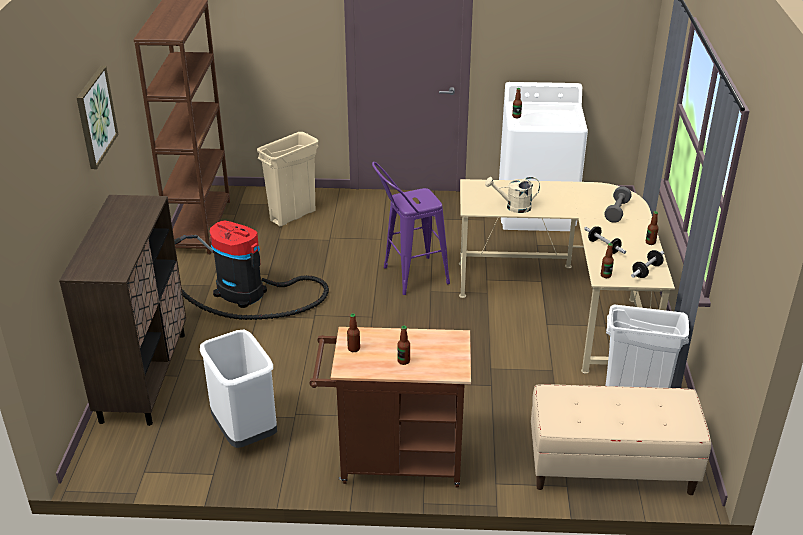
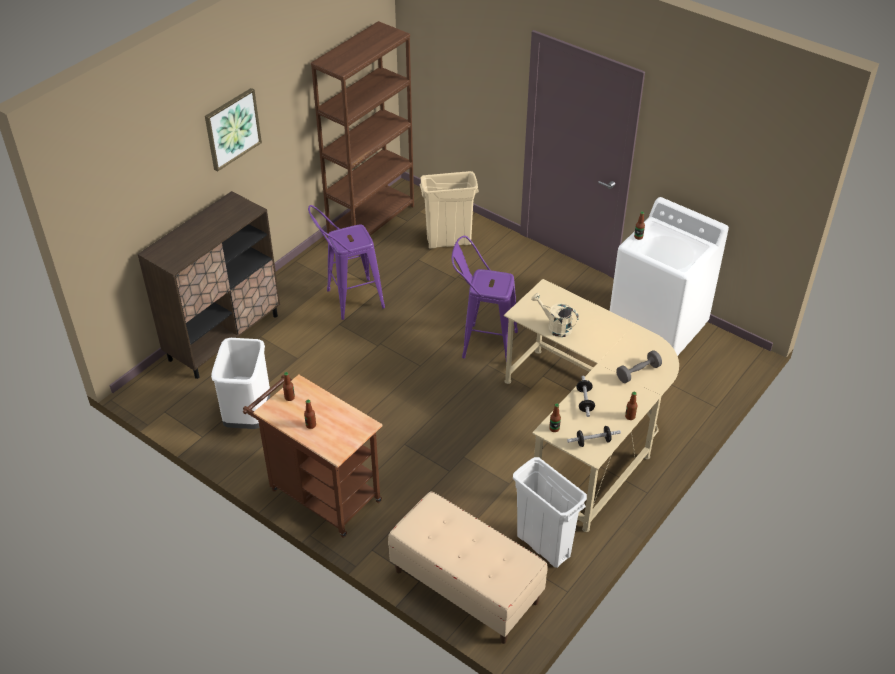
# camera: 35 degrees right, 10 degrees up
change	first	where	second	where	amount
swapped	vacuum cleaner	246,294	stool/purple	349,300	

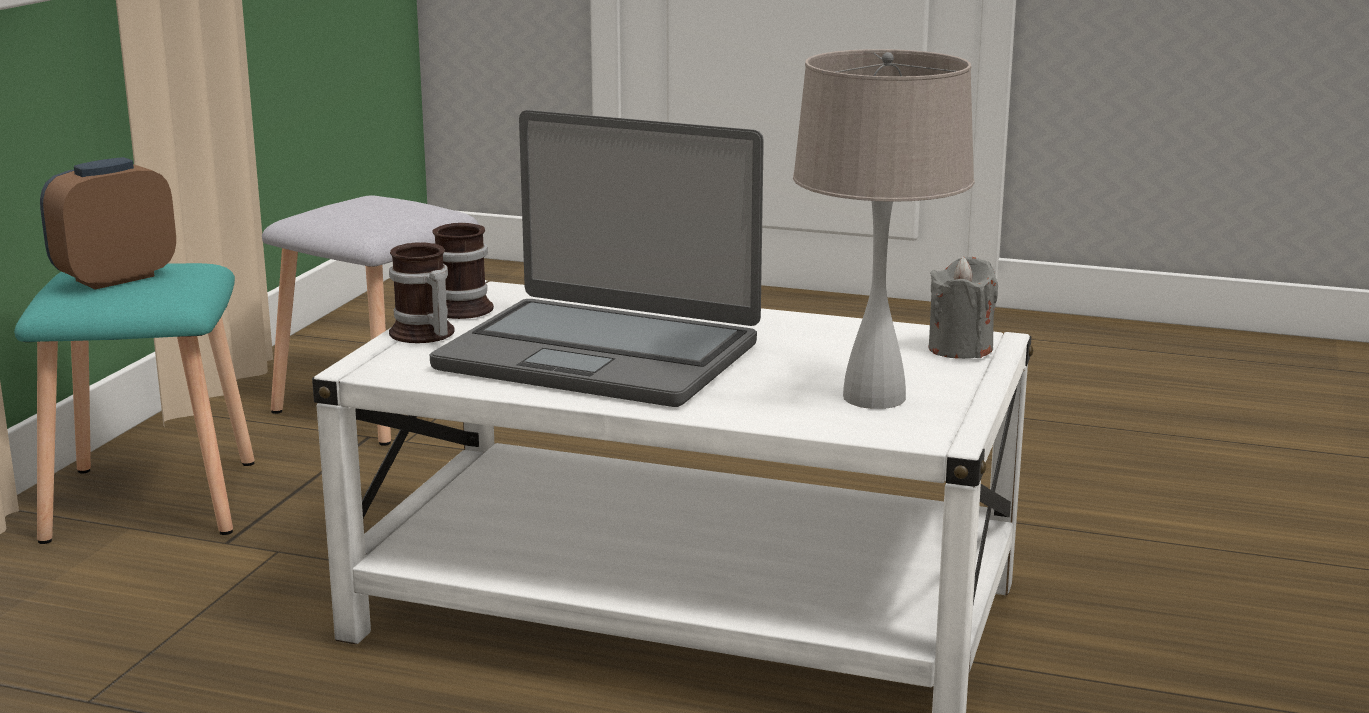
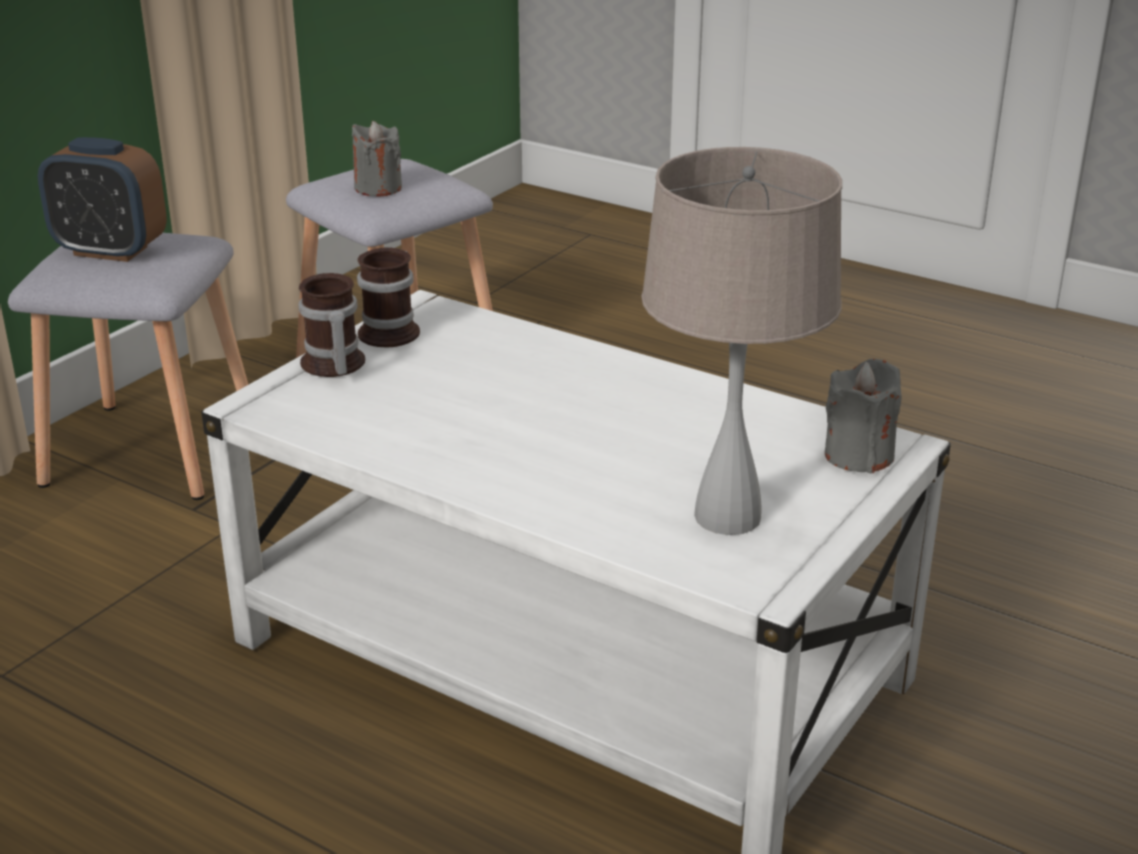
# camera: 15 degrees right, 10 degrees up
change	first	where	second	where	amount
gone	laptop	600,355			
rotated	alarm clock	115,278		110,251	135 degrees counterclockwise
repainted	stool/turquoise	150,499	stool/grey	151,448	
new			candle/grey	378,188	

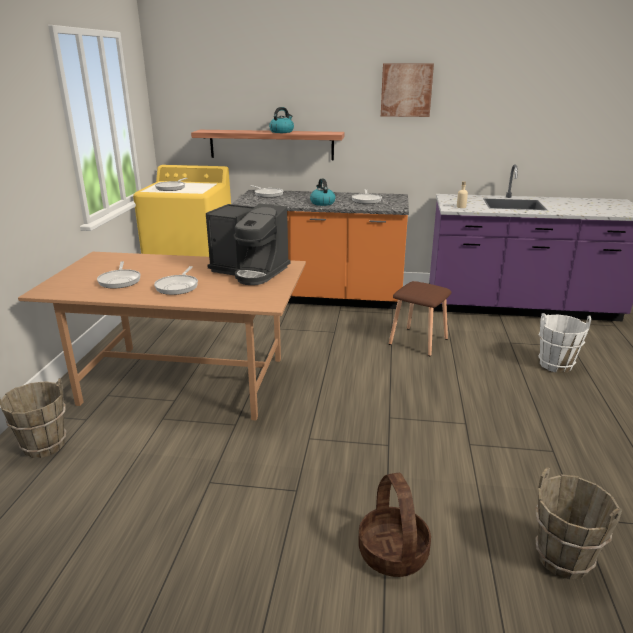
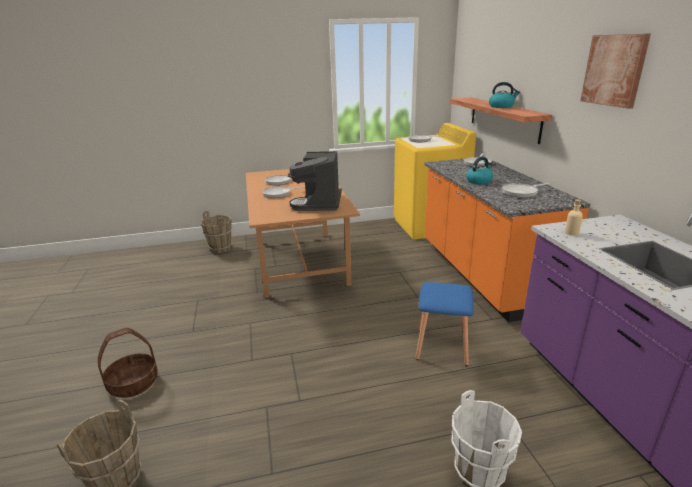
# camera: 70 degrees right, 0 degrees up
change	first	where	second	where	amount
repainted	stool/brown	417,341	stool/blue	441,346	

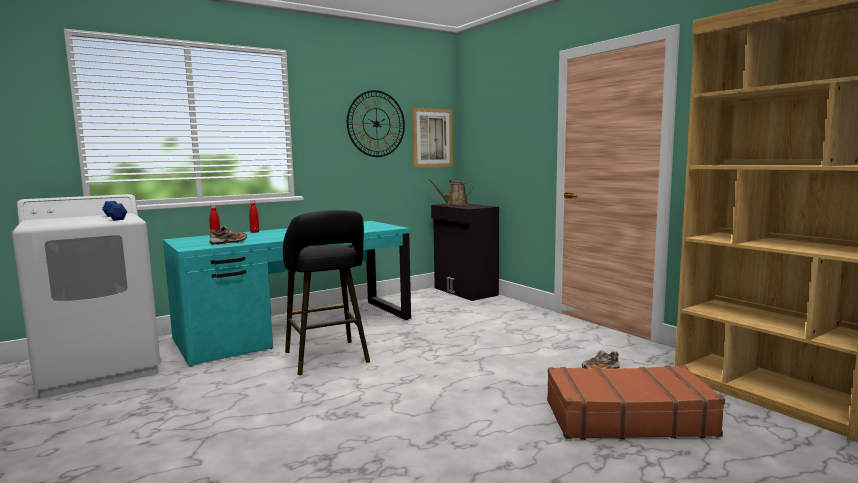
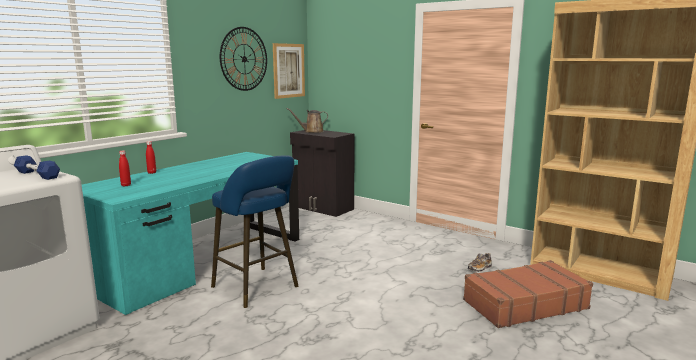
# camera: 20 degrees left, 5 degrees up
change	first	where	second	where	amount
repainted	stool/black	328,359	stool/blue	258,288	
gone	shoe	228,243			

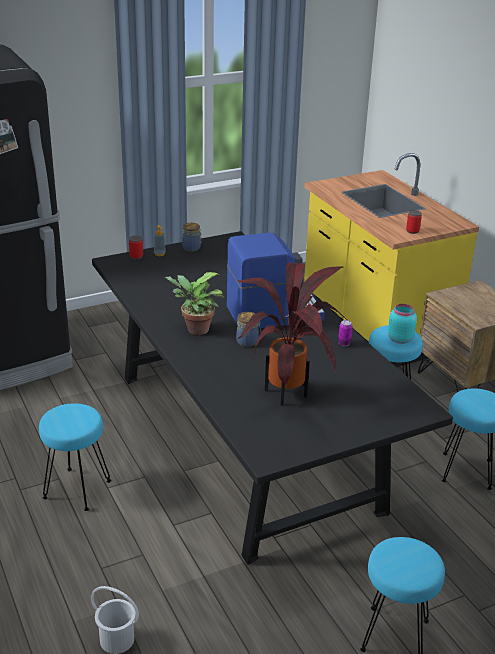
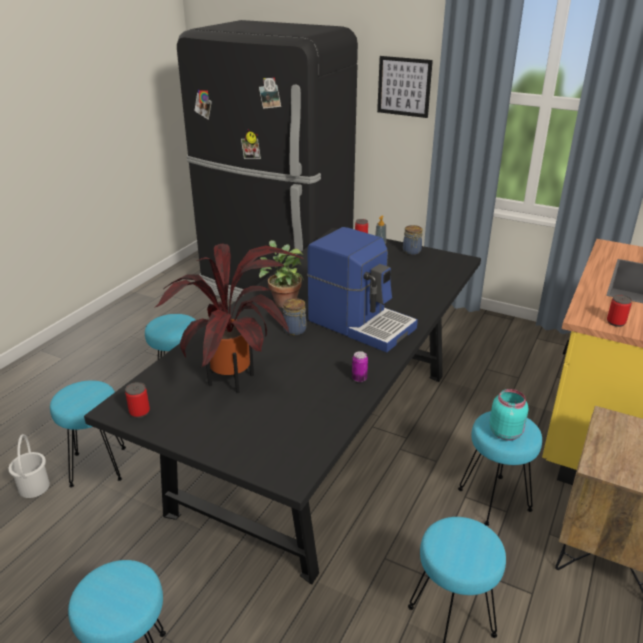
# camera: 55 degrees right, 0 degrees up
change	first	where	second	where	amount
new			picture	404,86	
new			stool/turquoise	98,465	
new			can	139,412	

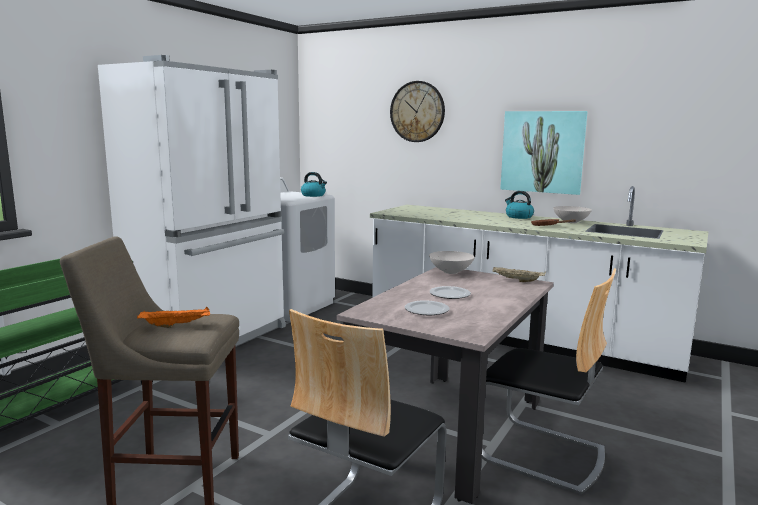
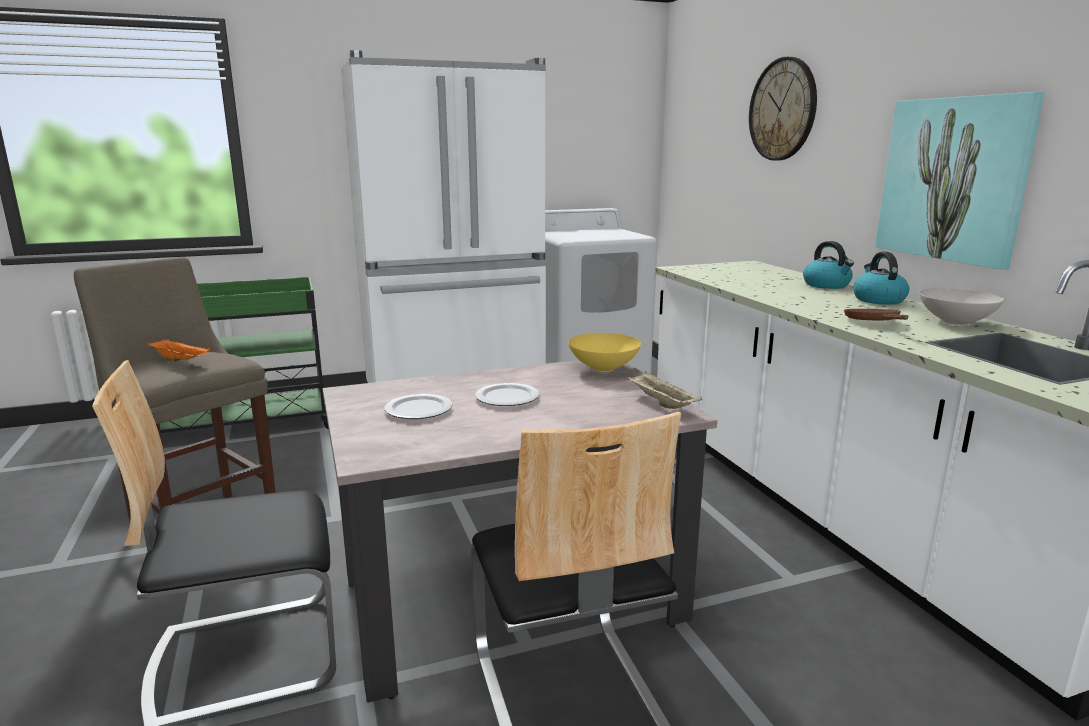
# camera: 40 degrees right, 5 degrees up
change	first	where	second	where	amount
shifted	kettle	313,195		827,285	
repainted	bowl/white	450,272	bowl/yellow	602,368	

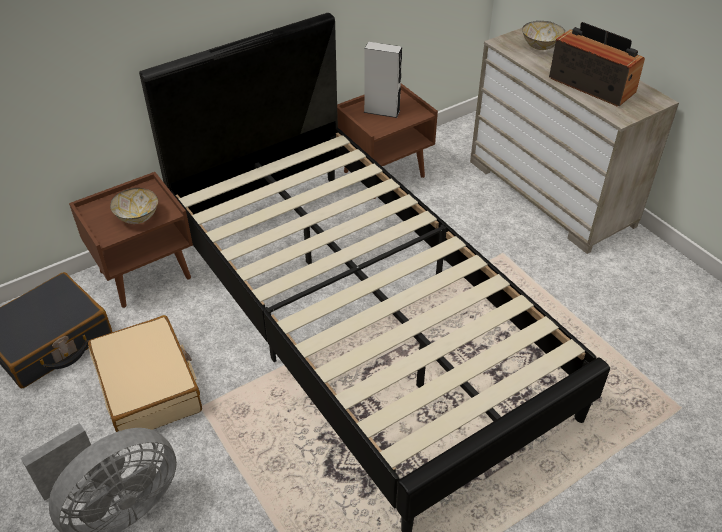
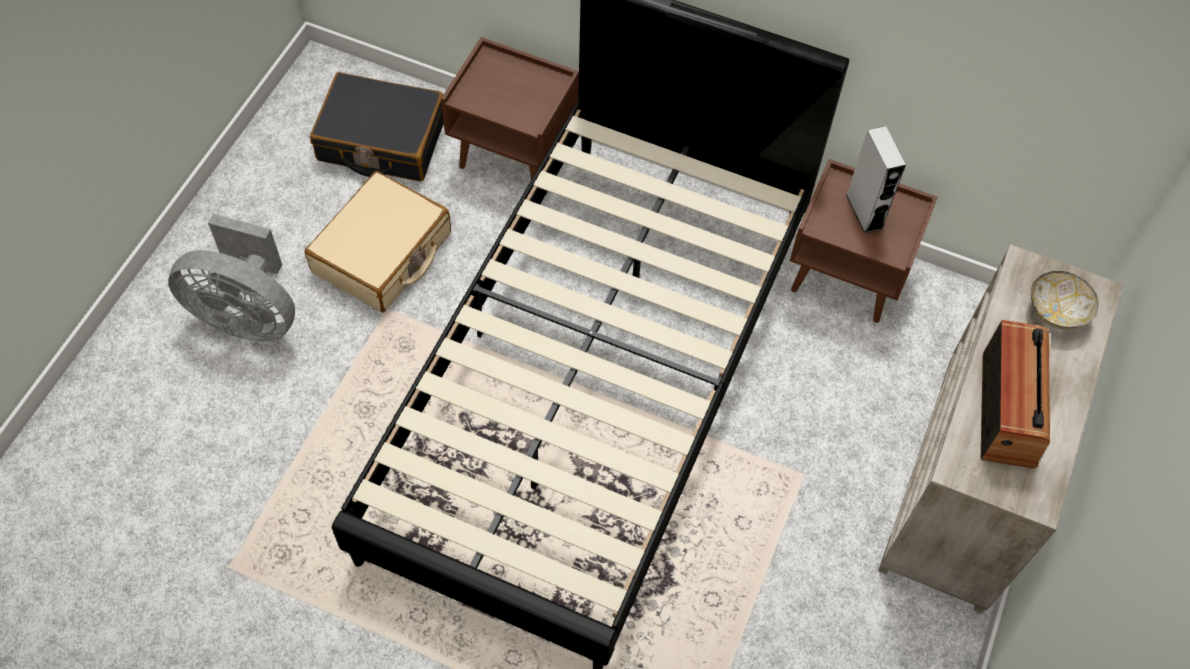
# camera: 55 degrees right, 15 degrees up
change	first	where	second	where	amount
gone	bowl	138,217			

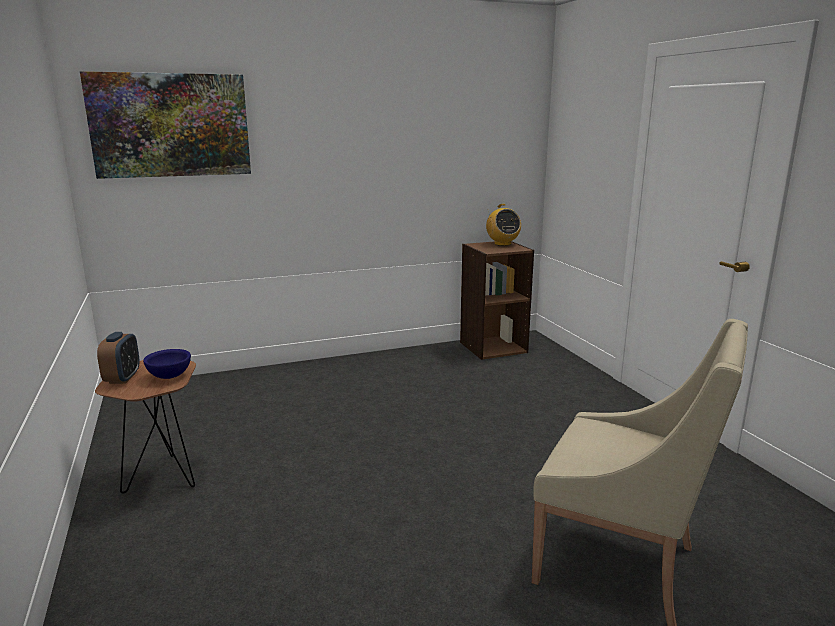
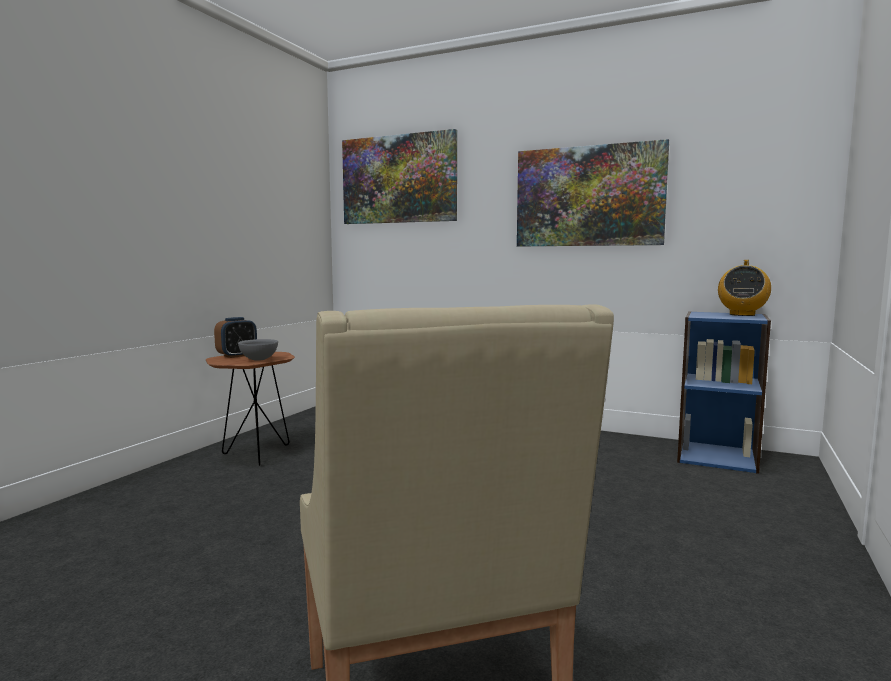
# camera: 45 degrees right, 10 degrees down
change	first	where	second	where	amount
repainted	bookcase/brown	493,347	bookcase/blue	717,456	
repainted	bowl/blue	169,376	bowl/grey	258,359	
new			picture	589,196	

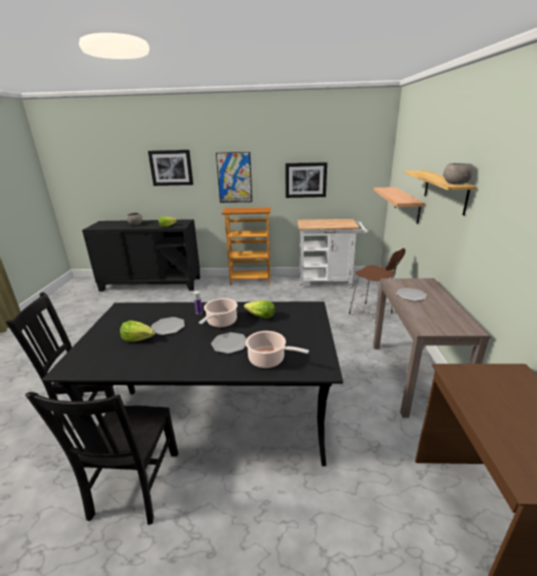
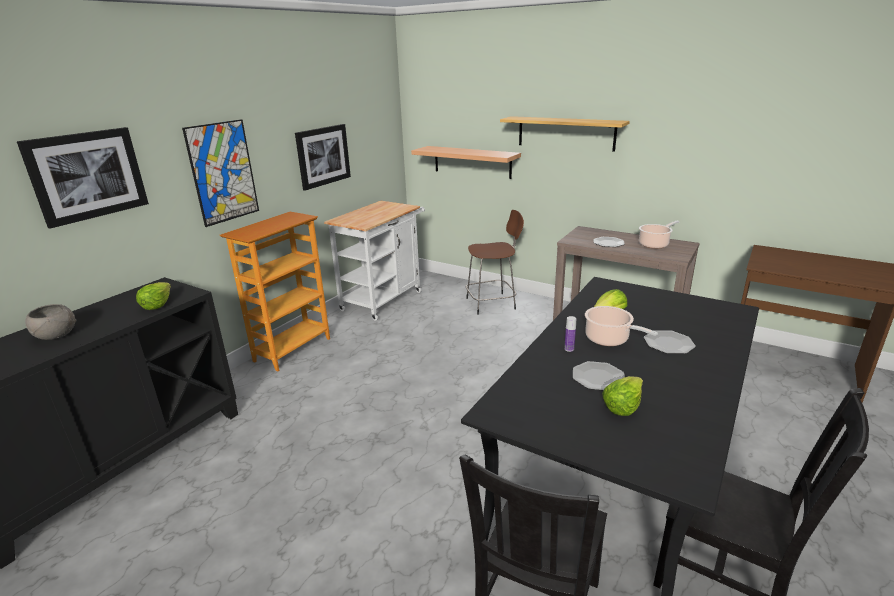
# camera: 60 degrees left, 0 degrees up
change	first	where	second	where	amount
gone	bowl/grey	456,183			
shifted	cooking pot	269,360		654,244	

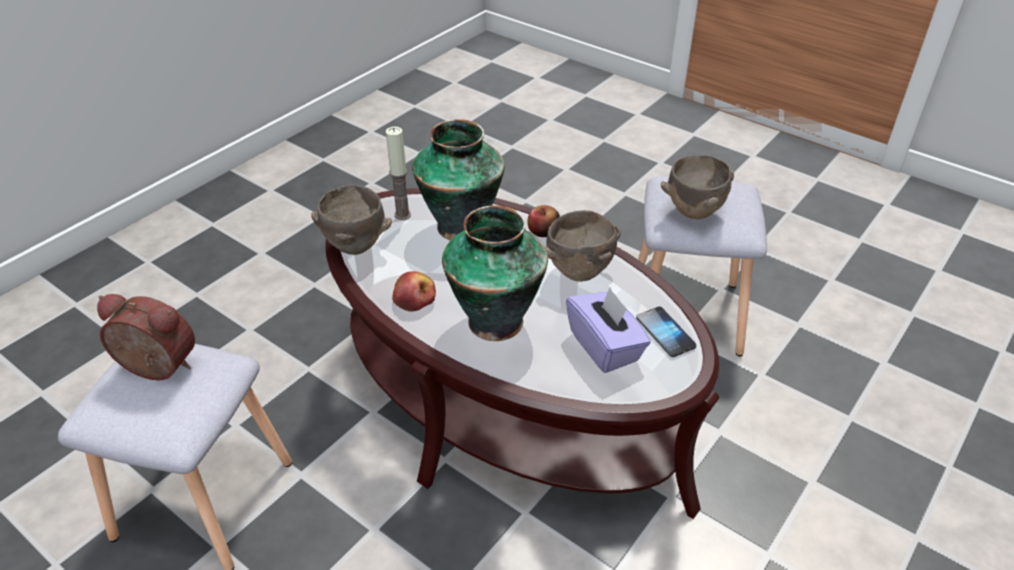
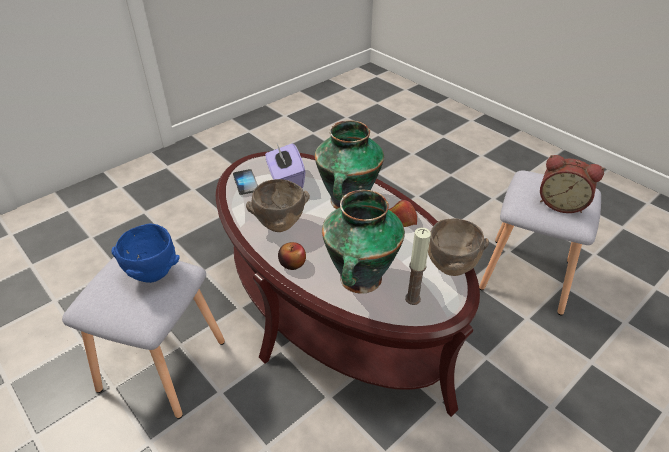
# camera: 170 degrees left, 0 degrees up
change	first	where	second	where	amount
repainted	bowl/brown	693,212	bowl/blue	153,275	

